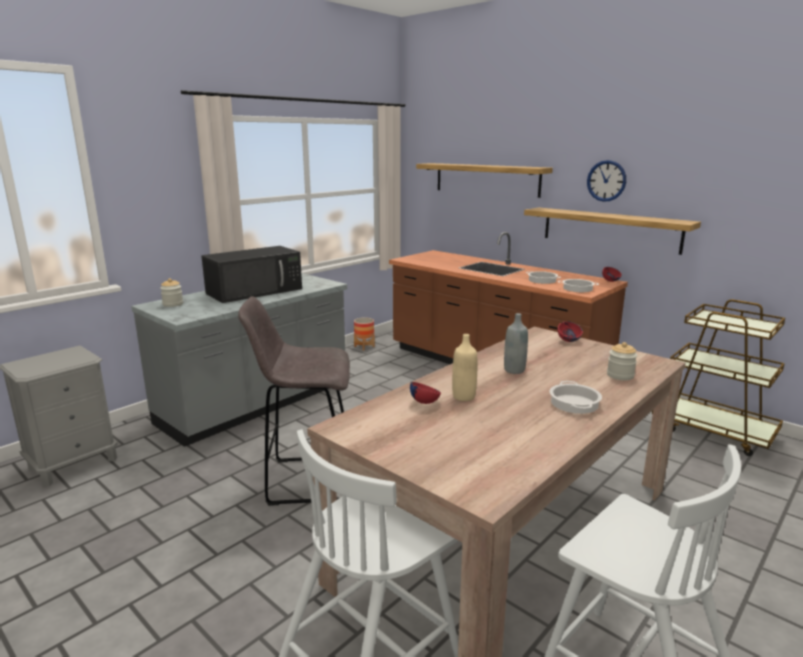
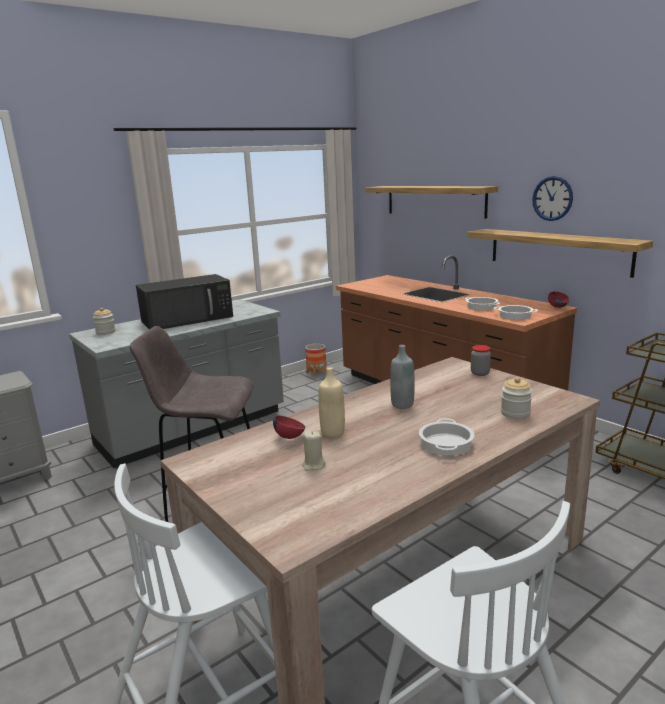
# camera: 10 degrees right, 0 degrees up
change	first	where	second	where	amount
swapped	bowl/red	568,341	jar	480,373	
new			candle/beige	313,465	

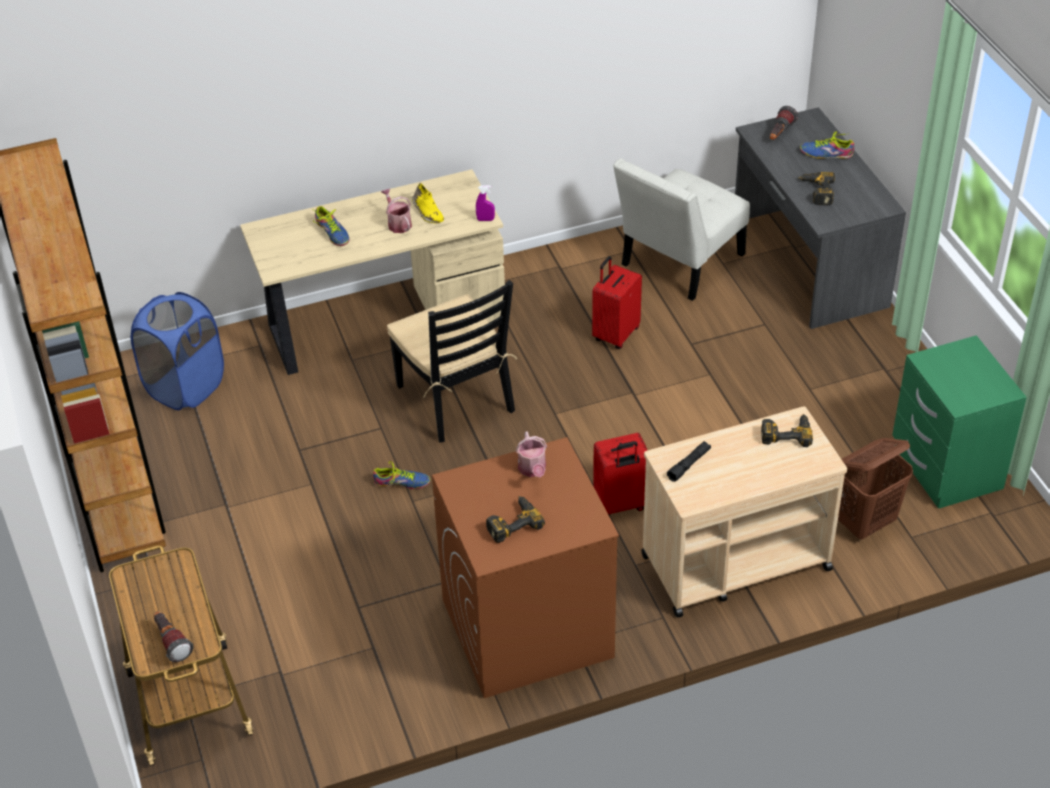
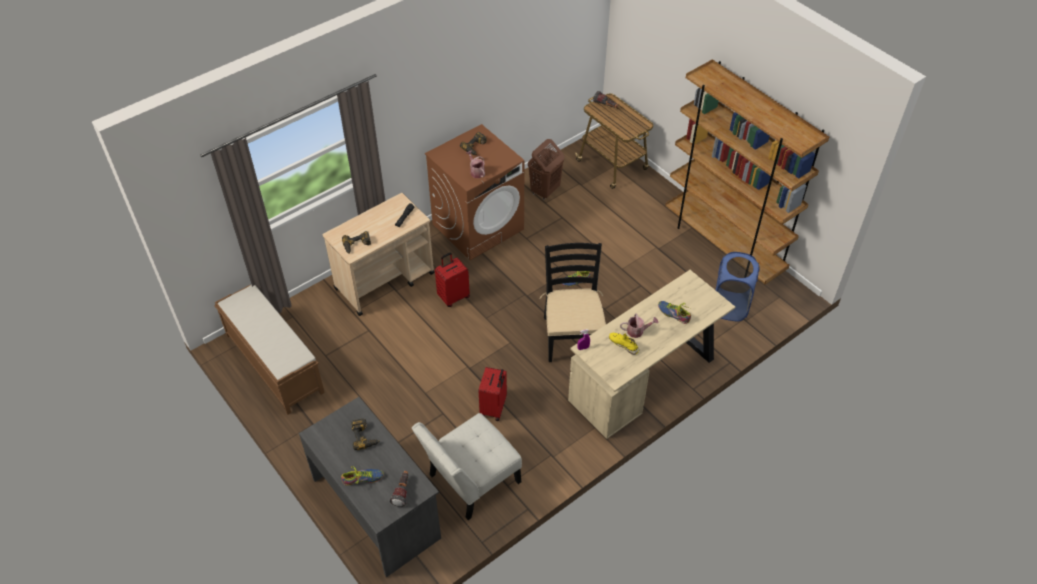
# camera: 160 degrees right, 5 degrees up
change	first	where	second	where	amount
rotated	chair/white	678,263		470,481	150 degrees counterclockwise
rotated	watering can	398,223		637,331	45 degrees counterclockwise
rotated	chair/black	456,399		571,337	45 degrees clockwise
swapped	nightstand/green	945,468	bench/brown	274,363	
shifted	laundry basket/brown	866,523		545,191	

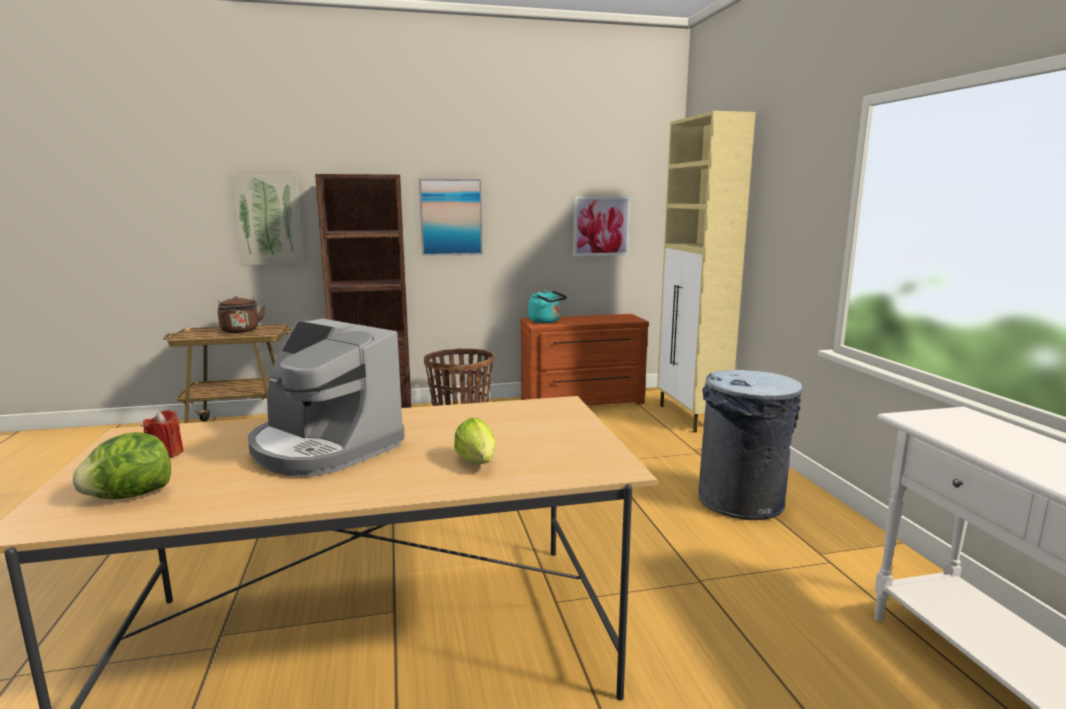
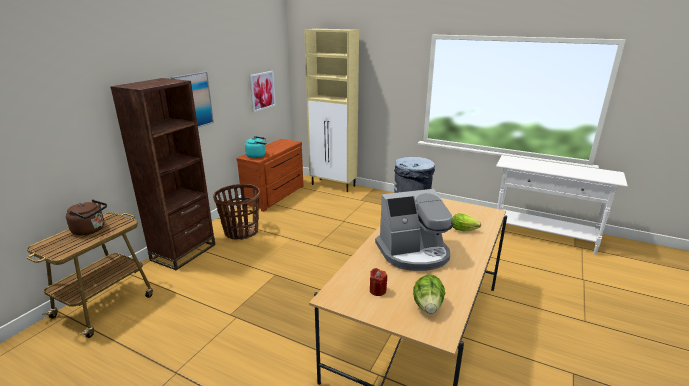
# camera: 50 degrees left, 10 degrees up
change	first	where	second	where	amount
gone	picture	269,220			

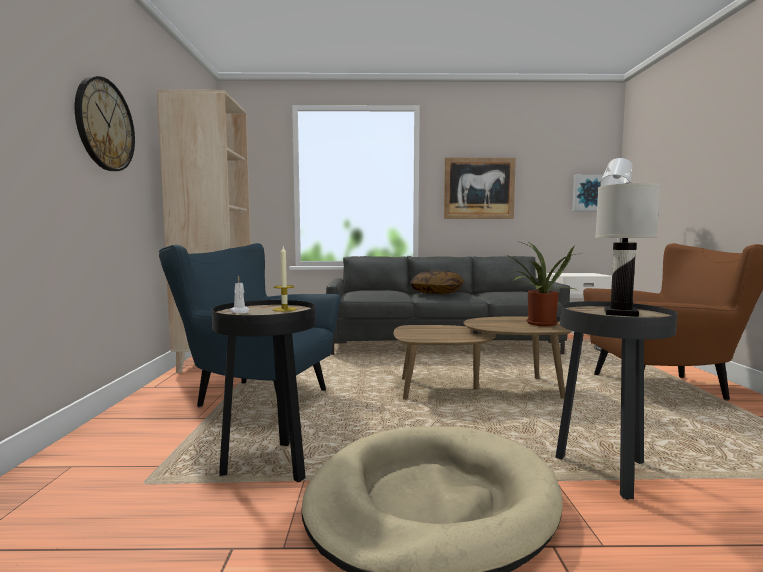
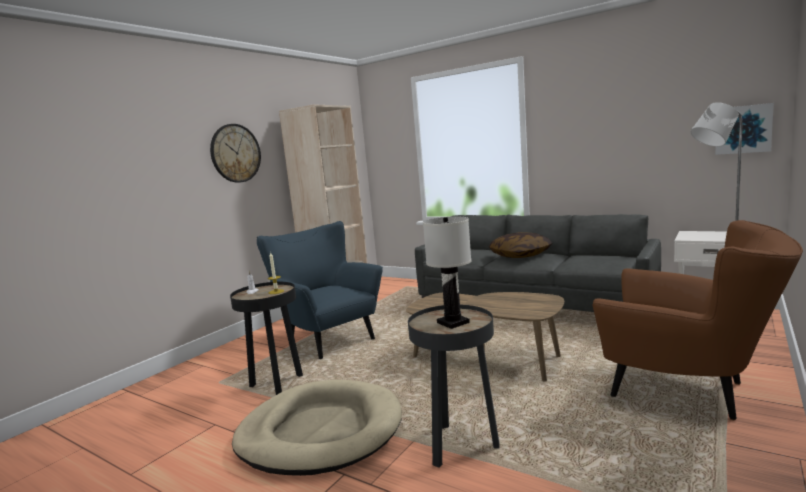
# camera: 35 degrees right, 5 degrees up
change	first	where	second	where	amount
gone	picture	479,188			
gone	potted plant	539,324			

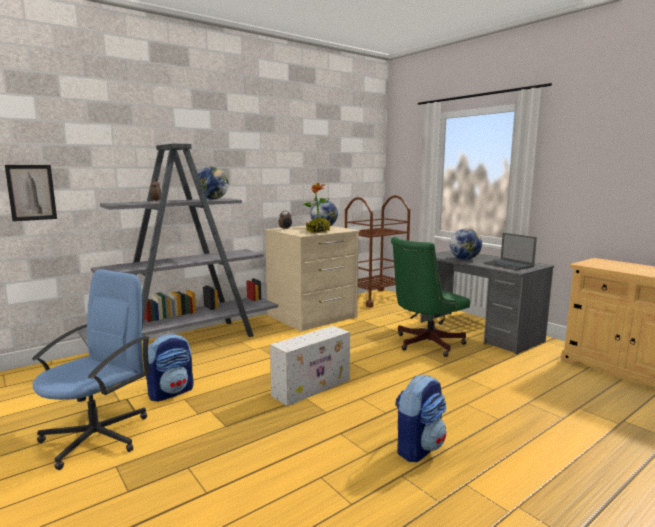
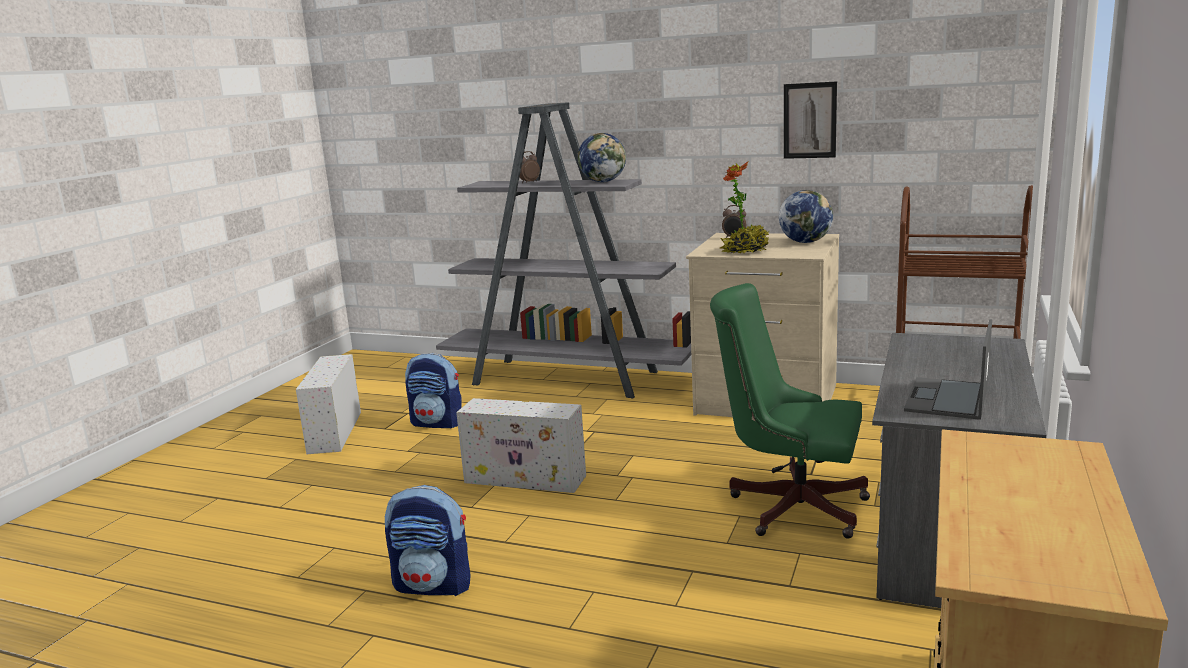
# camera: 60 degrees right, 5 degrees up
change	first	where	second	where	amount
shifted	picture	31,192		810,120	
gone	globe	464,259			
swapped	office chair/blue	97,436	storage box/white	334,433	

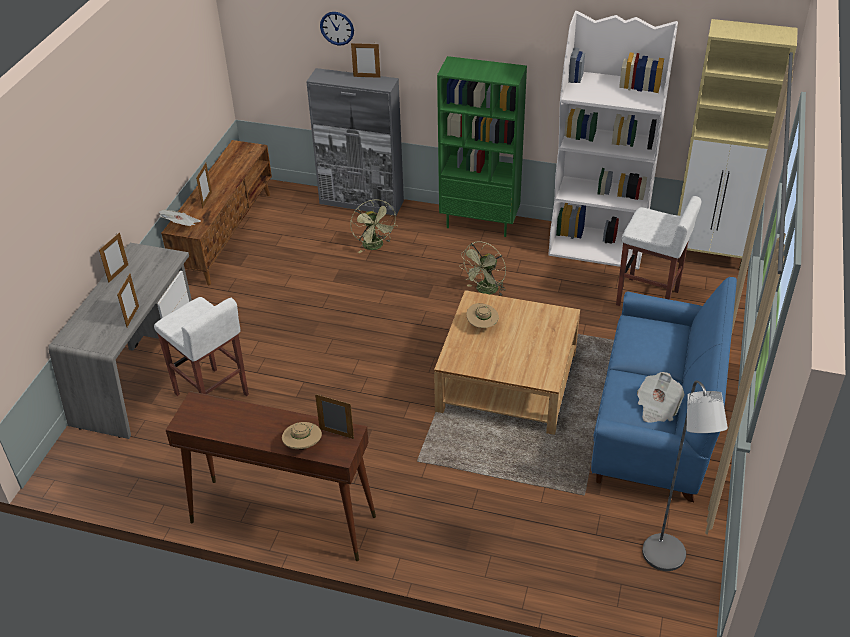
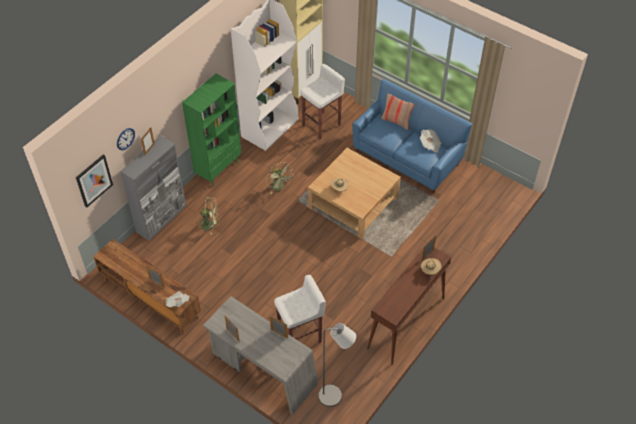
# camera: 70 degrees left, 10 degrees up
change	first	where	second	where	amount
shifted	floor lamp/grey	666,560		334,397	
new			pillow	396,121	
new			picture	94,180	

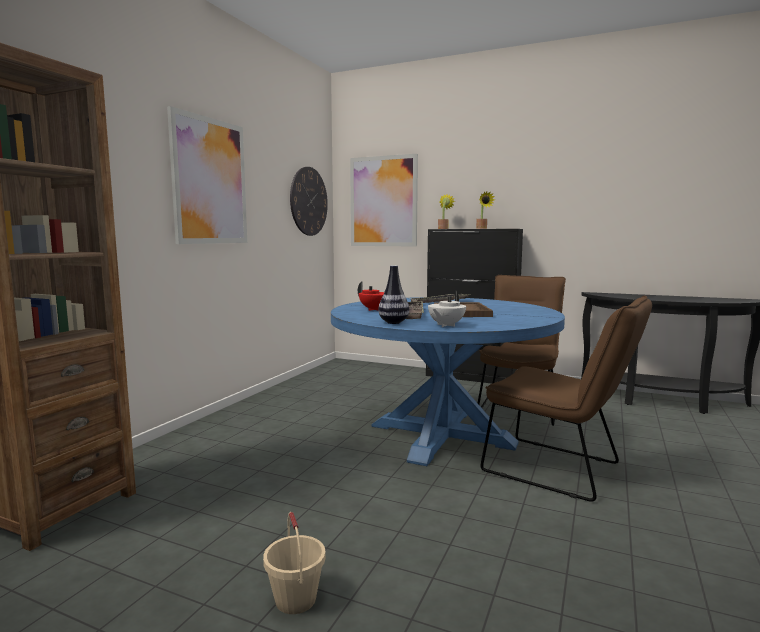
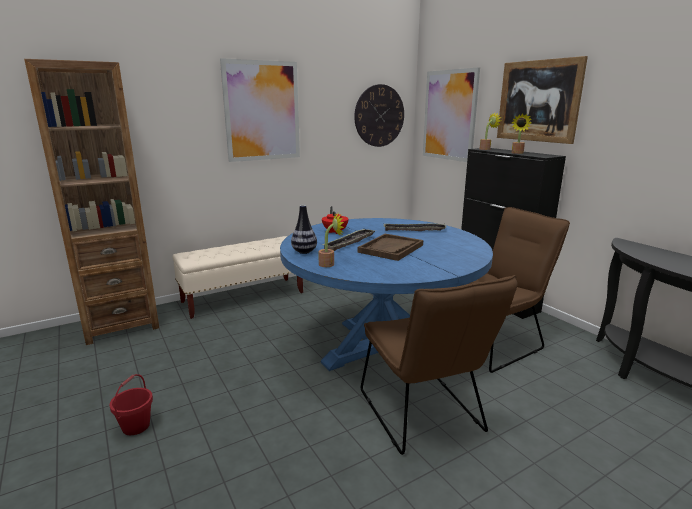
# camera: 35 degrees right, 10 degrees up
change	first	where	second	where	amount
swapped	teapot/white	445,325	potted plant	329,264	
repainted	bucket/beige	296,599	bucket/red	136,426	
new			picture	538,101	
new			bench/beige	243,297	

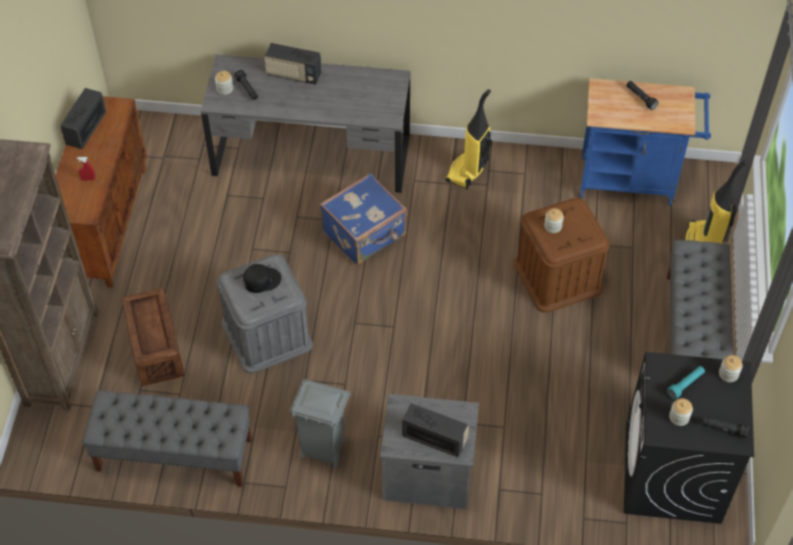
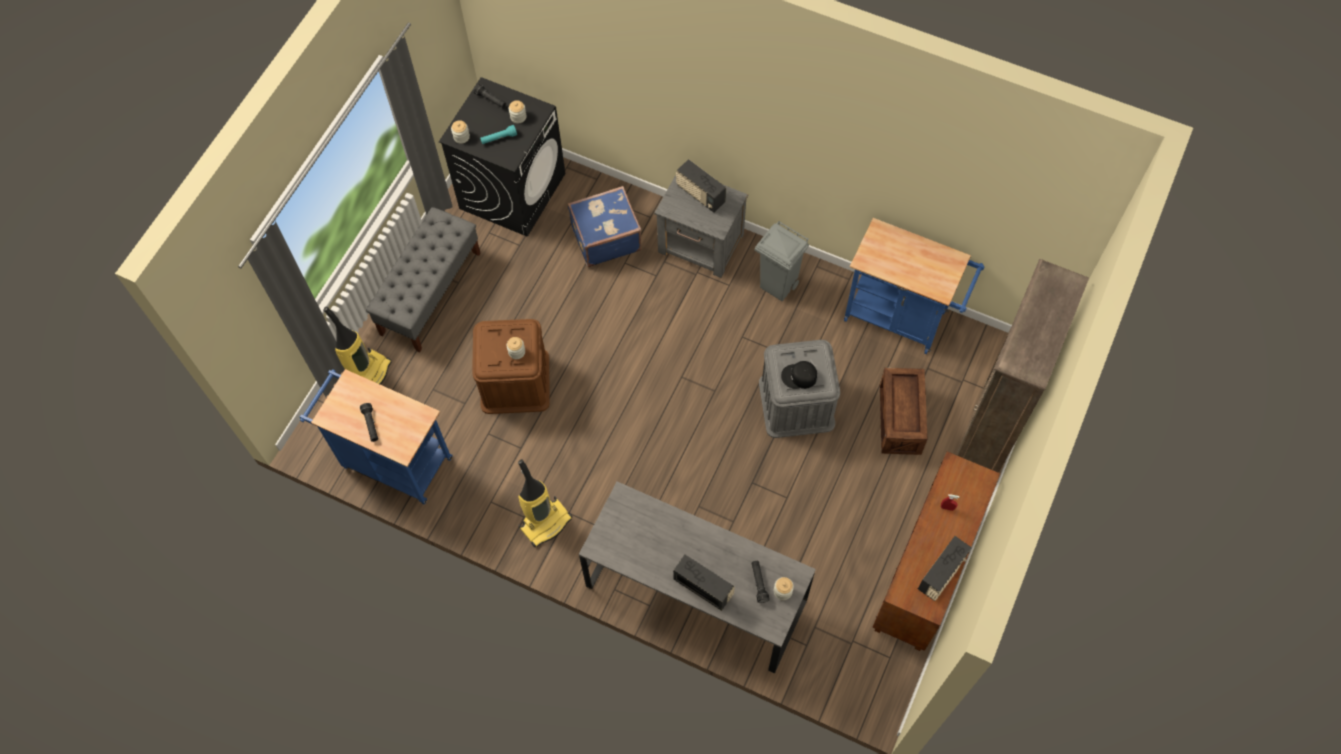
# camera: 160 degrees left, 10 degrees up
change	first	where	second	where	amount
shifted	suitcase/blue	365,234		605,237	
swapped	bench/grey	174,455	cart/blue	901,317	

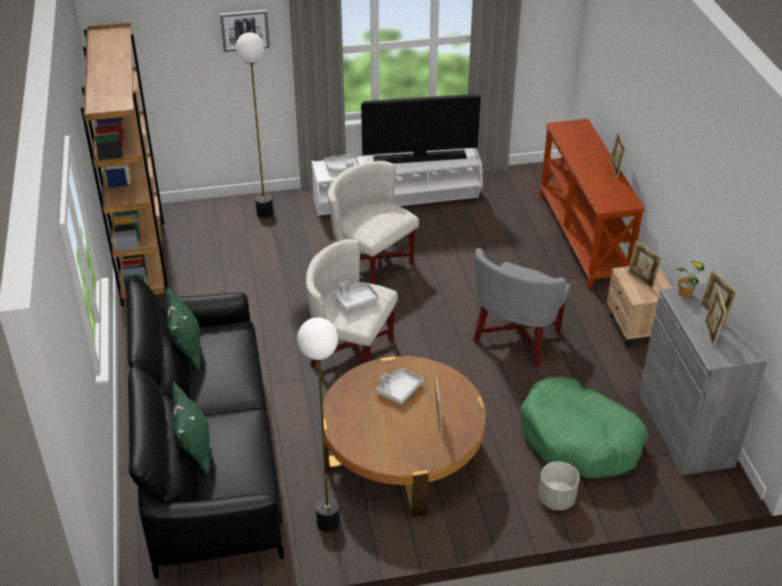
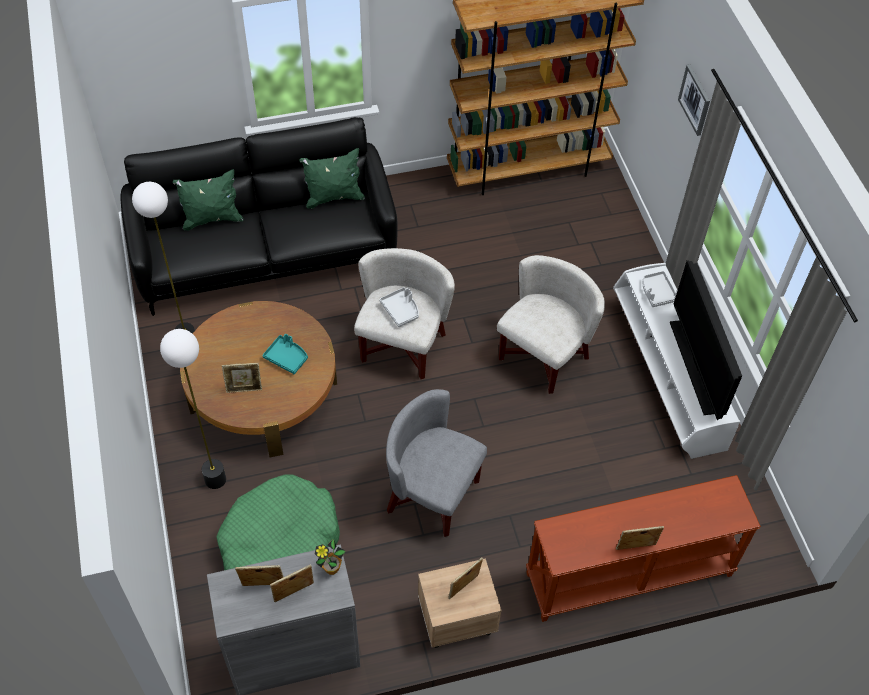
# camera: 85 degrees right, 15 degrees up
change	first	where	second	where	amount
shifted	floor lamp	265,213		215,479	
repainted	tray/grey	399,390	tray/turquoise	287,357	
gone	planter/grey	556,499			

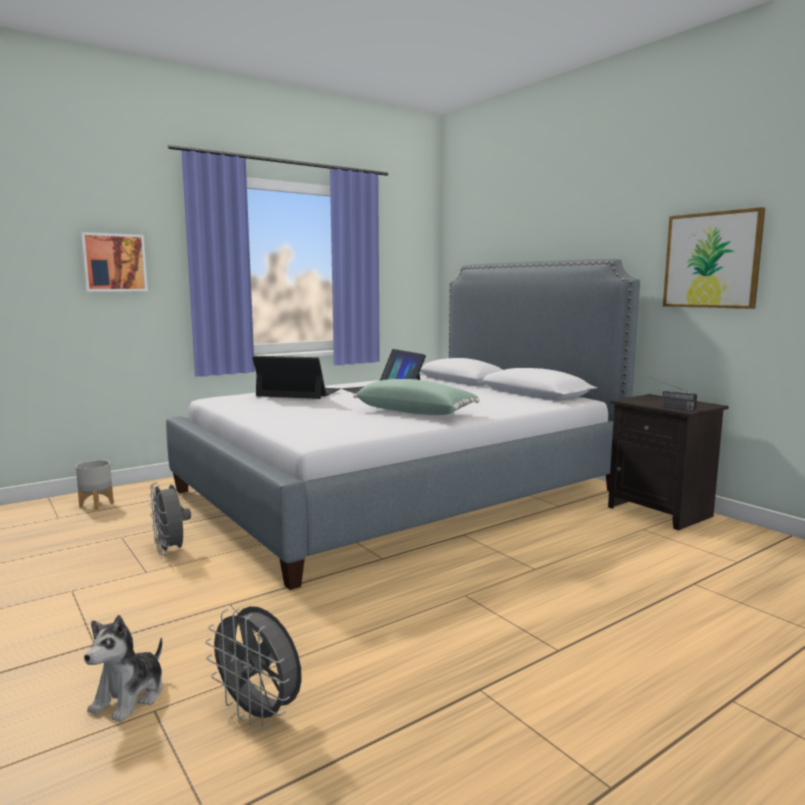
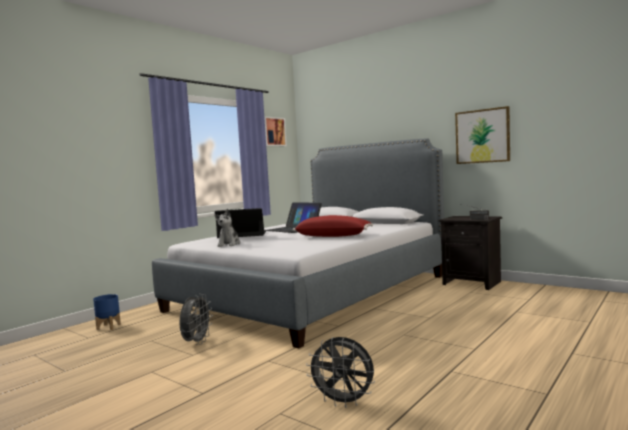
# camera: 15 degrees left, 5 degrees down
change	first	where	second	where	amount
shifted	picture	114,262		273,132	
repainted	pillow/green	416,412	pillow/red	333,236	
repainted	planter/grey	96,504	planter/blue	108,327	
rotated	fan/grey	171,551		196,342	120 degrees counterclockwise
shifted	plush toy	130,697		229,244	

